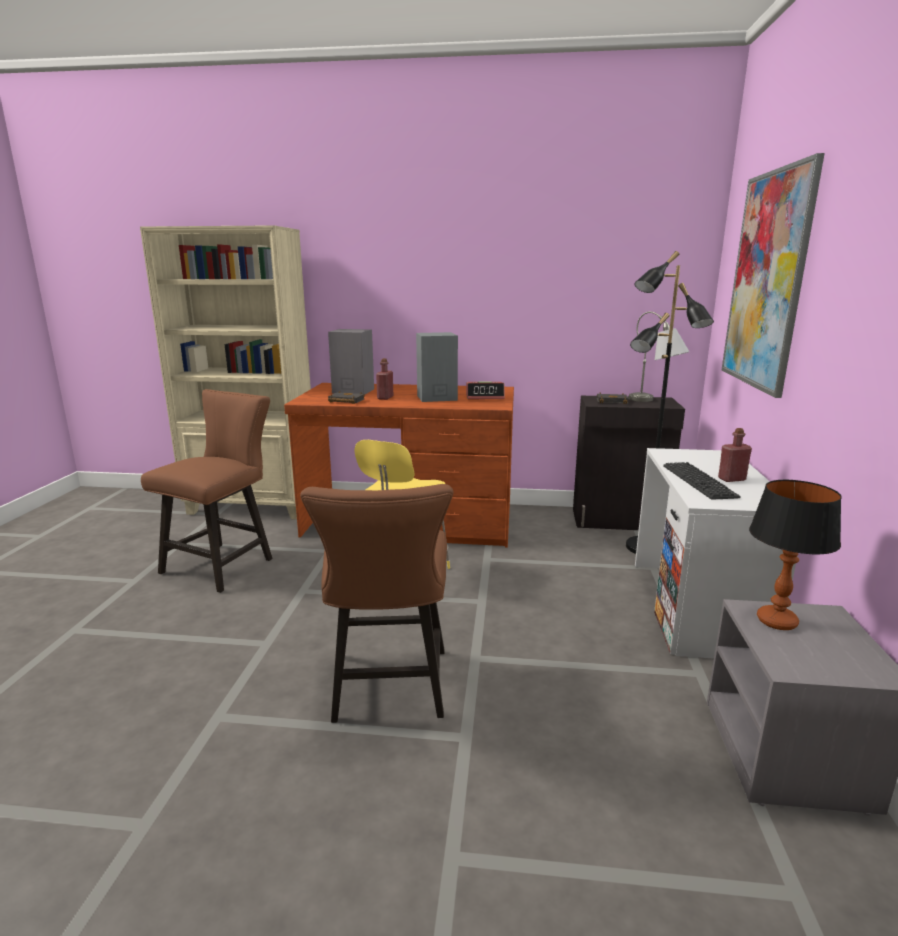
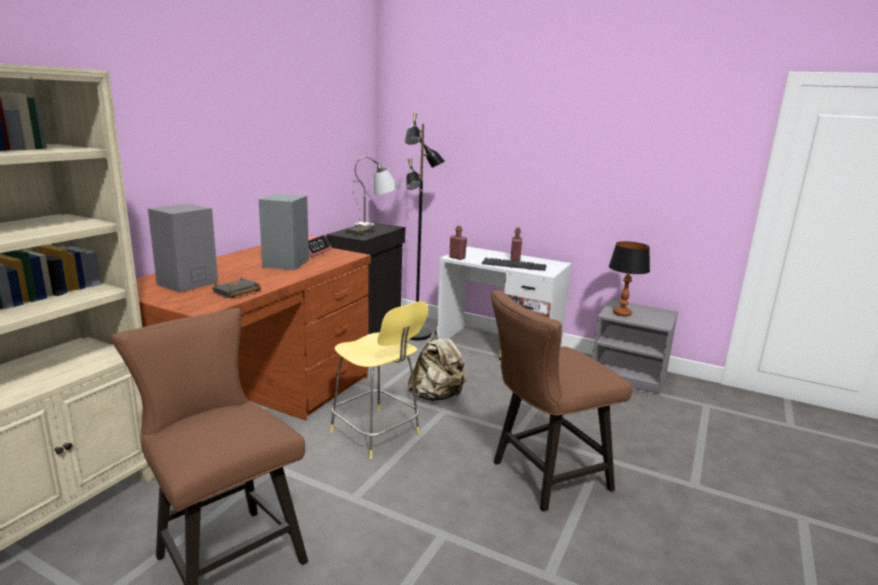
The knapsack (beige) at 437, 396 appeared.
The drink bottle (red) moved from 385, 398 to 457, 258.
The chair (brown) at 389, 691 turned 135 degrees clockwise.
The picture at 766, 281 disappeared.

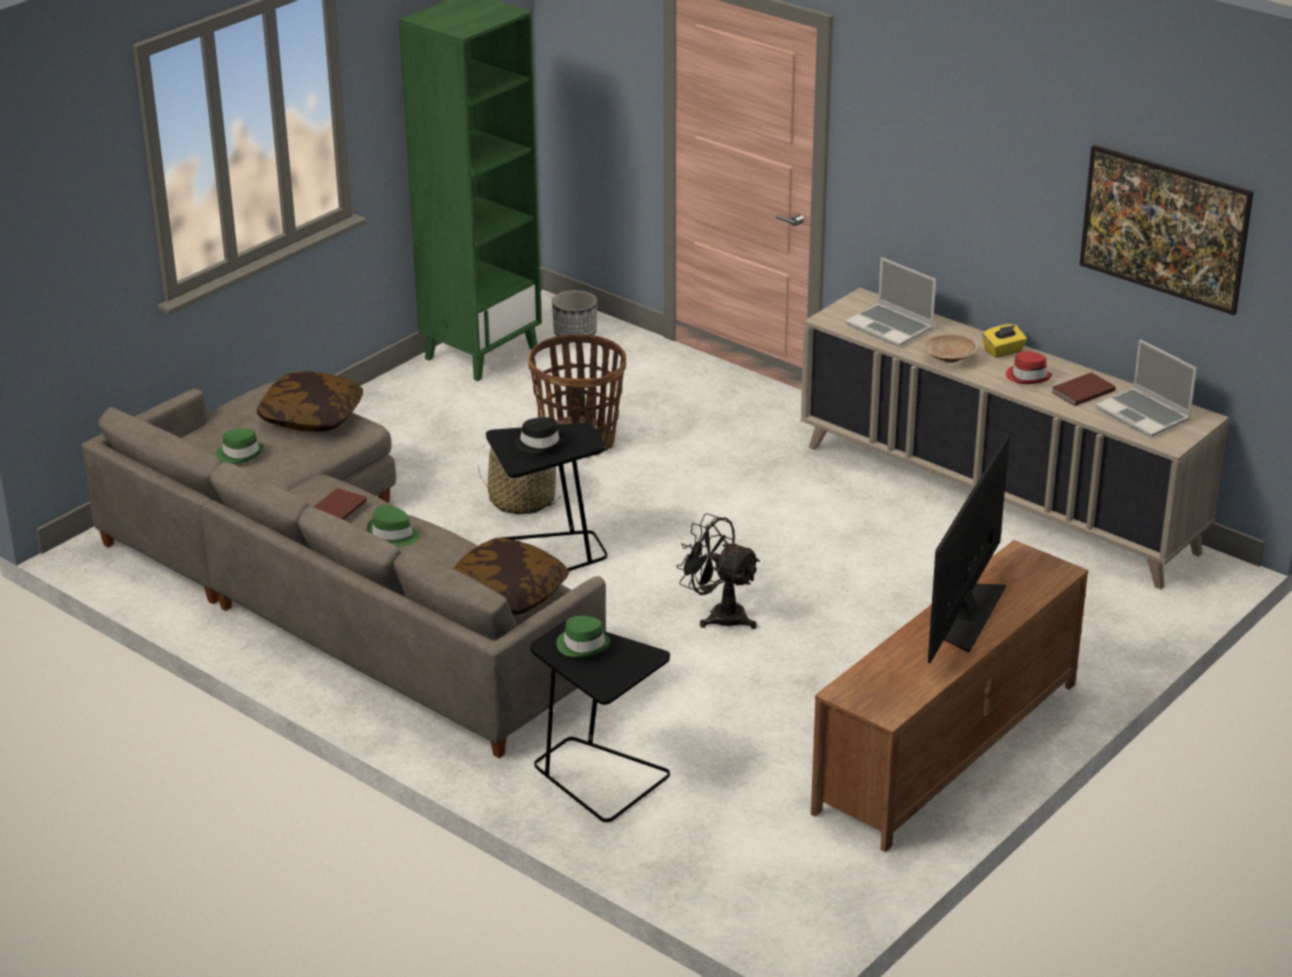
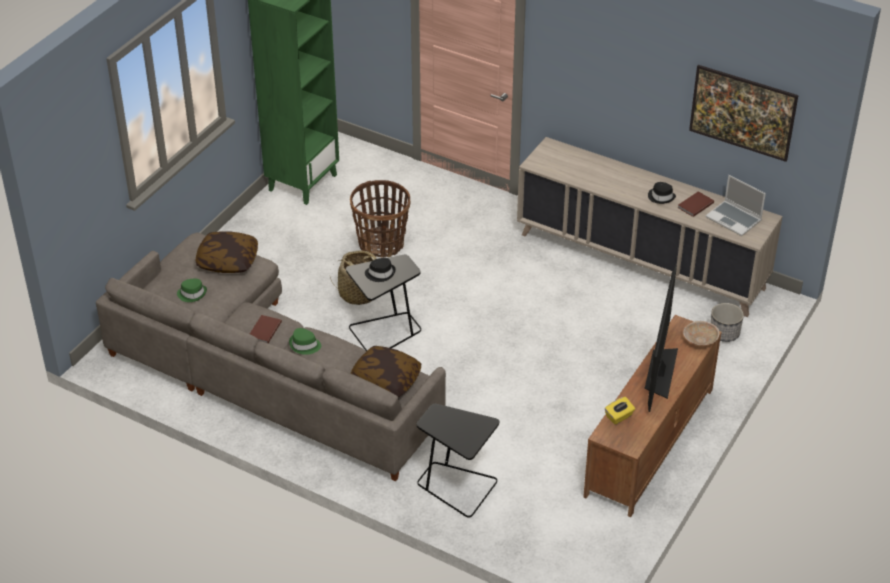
The box of tissues (yellowish) moved from 1003, 351 to 619, 416.
The hat (red) at 1028, 376 became the hat (blackish) at 661, 197.
The deep dish (beige) moved from 948, 359 to 699, 340.
The planter moved from 575, 334 to 724, 333.
The hat (greenish) at 583, 645 disappeared.
The fan (blackish) at 719, 615 disappeared.
The laptop at 891, 327 disappeared.

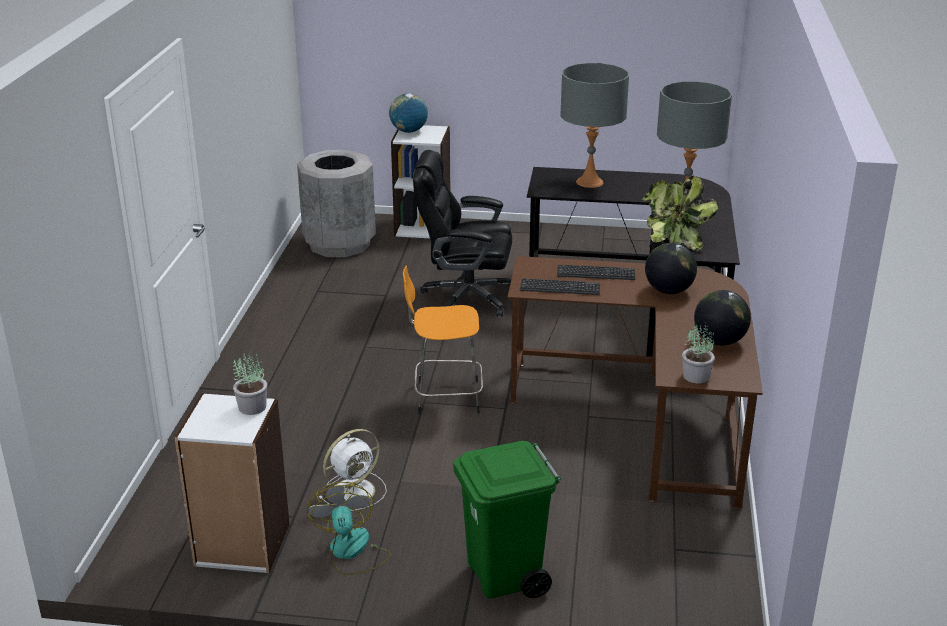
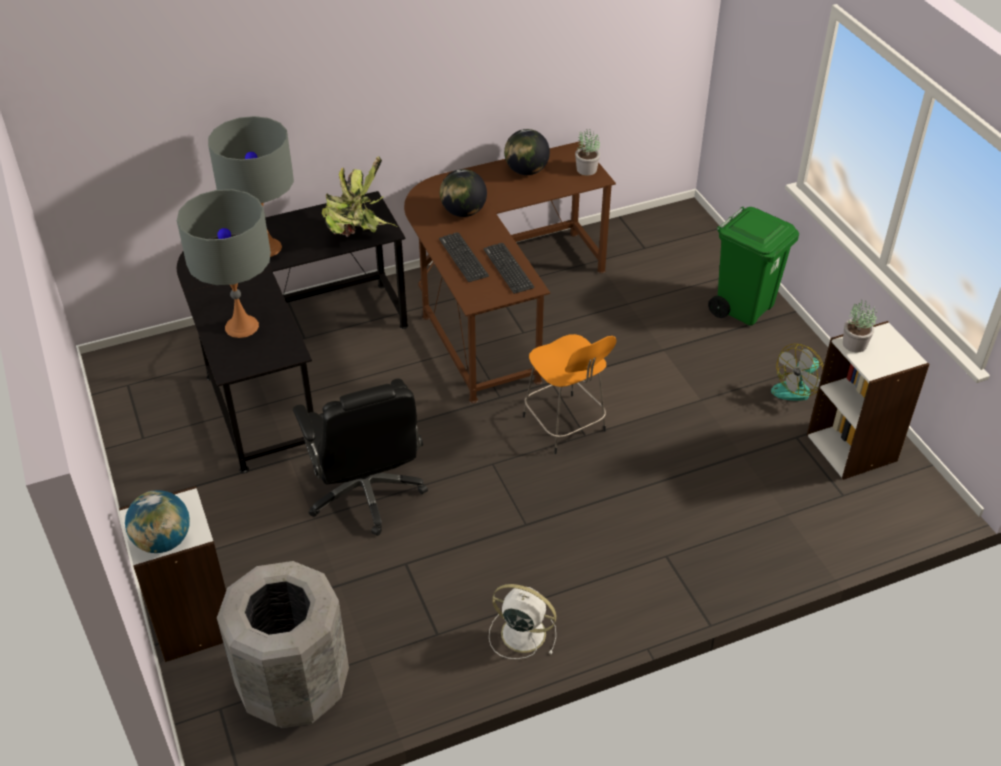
The fan (white) moved from 355, 490 to 521, 633.

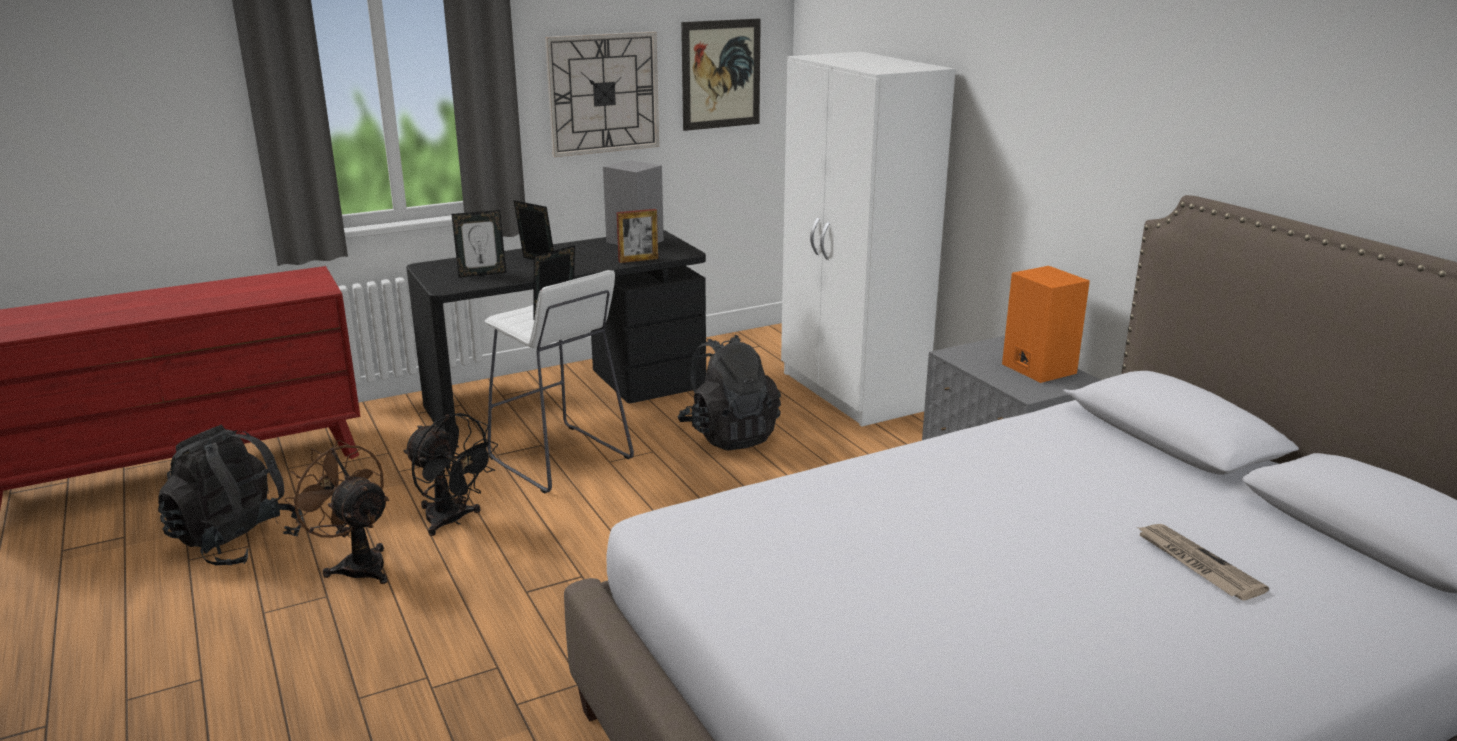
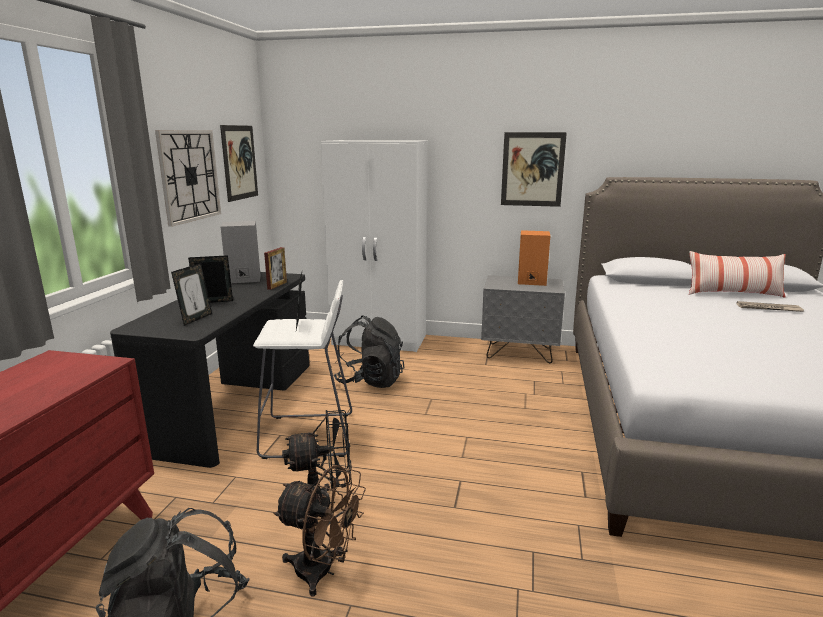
The fan (brown) at 356, 564 turned 150 degrees counterclockwise.
The picture at 532, 169 appeared.
The cushion at 733, 294 appeared.

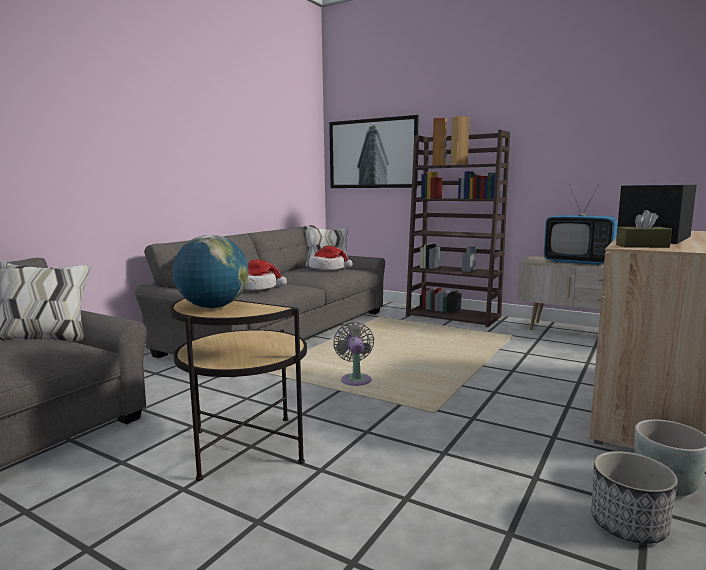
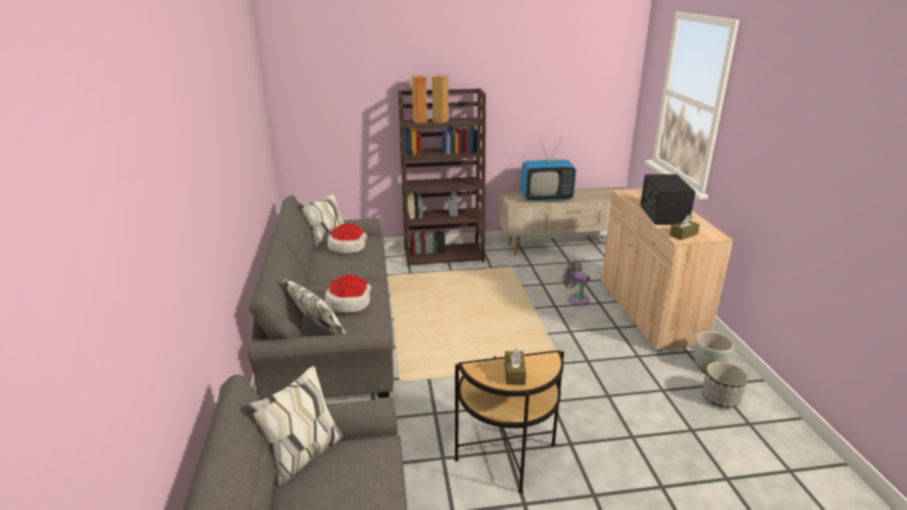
The world globe at 213, 307 was replaced by the box of tissues (brown) at 514, 373.
The fan (grey) moved from 355, 379 to 576, 299.
The picture at 373, 153 disappeared.

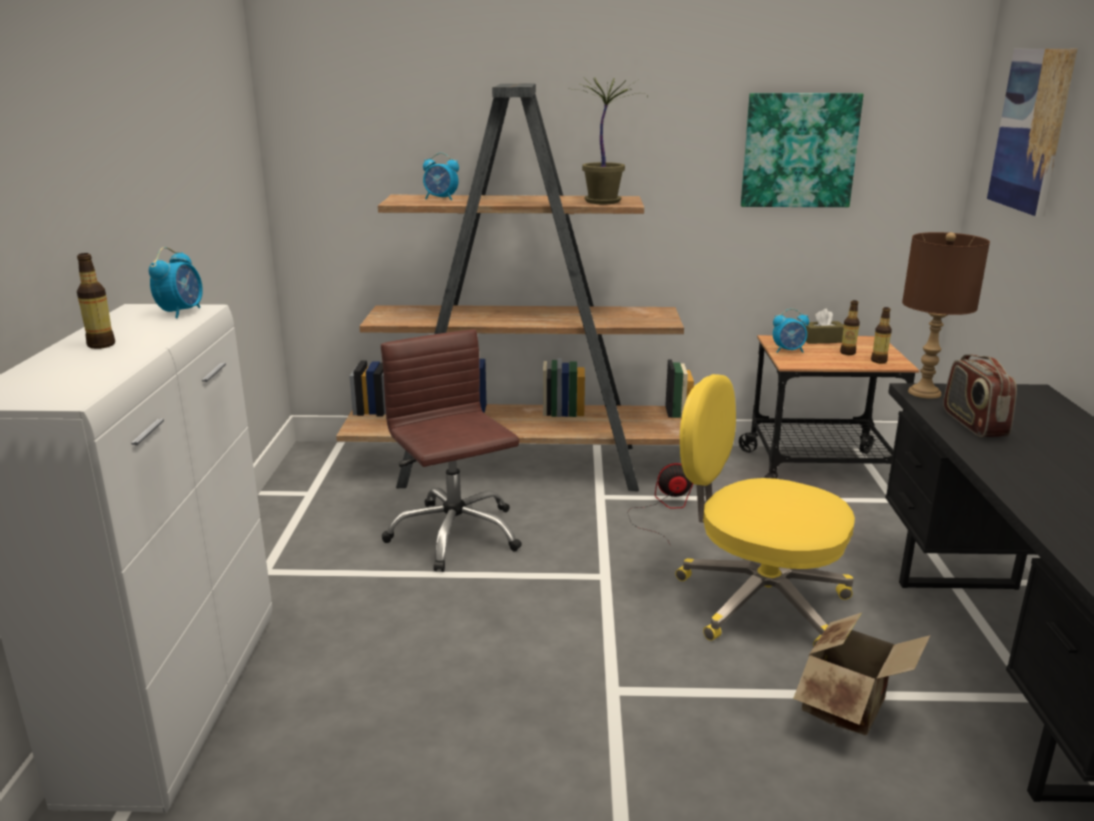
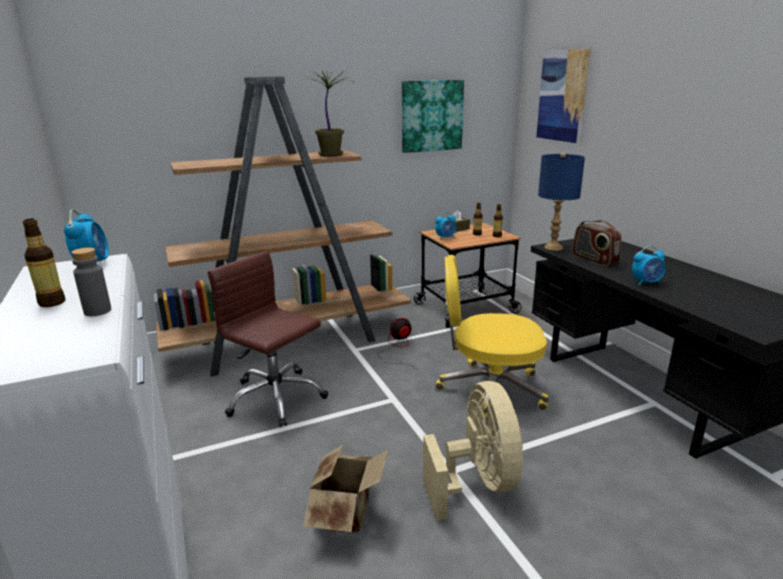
The drink bottle (grey) at 97, 311 appeared.
The cardboard box moved from 851, 708 to 347, 513.
The fan (beige) at 477, 482 appeared.
The lamp for a table (brown) at 923, 392 became the lamp for a table (blue) at 553, 248.
The bedside clock moved from 441, 199 to 646, 283.

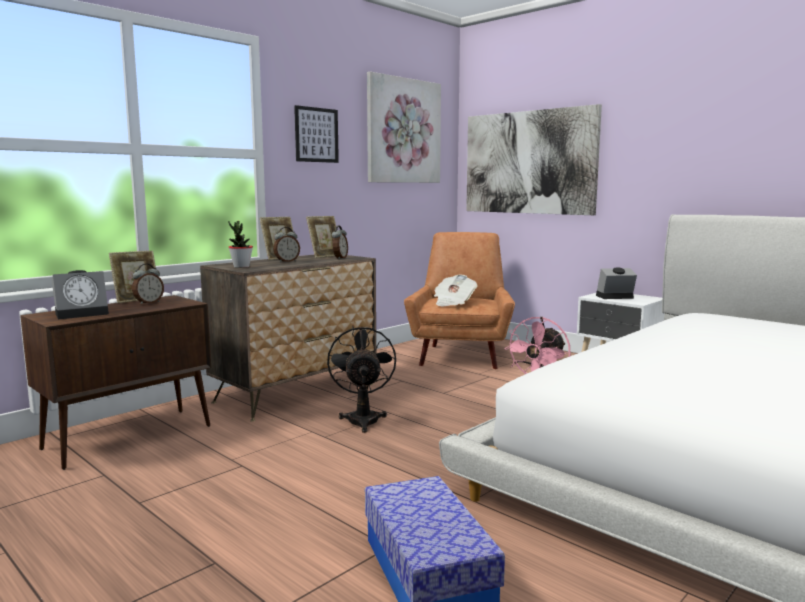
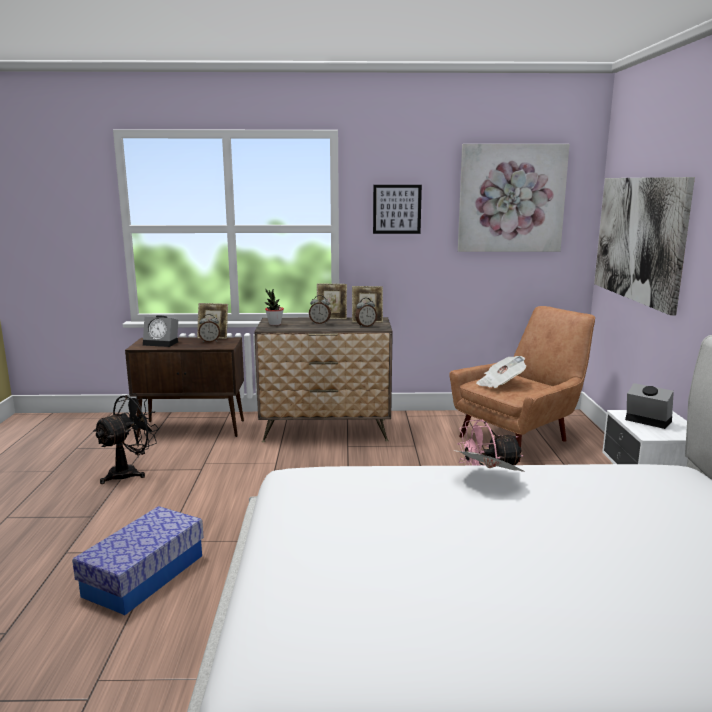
The fan (blackish) moved from 362, 418 to 129, 472.
The printed paper at 491, 479 appeared.

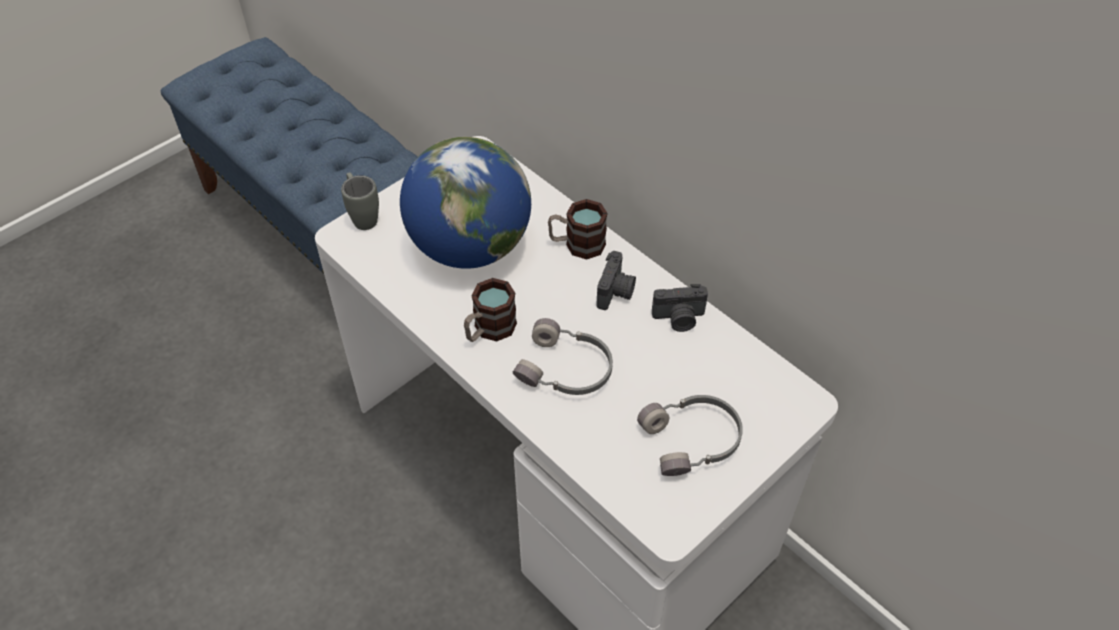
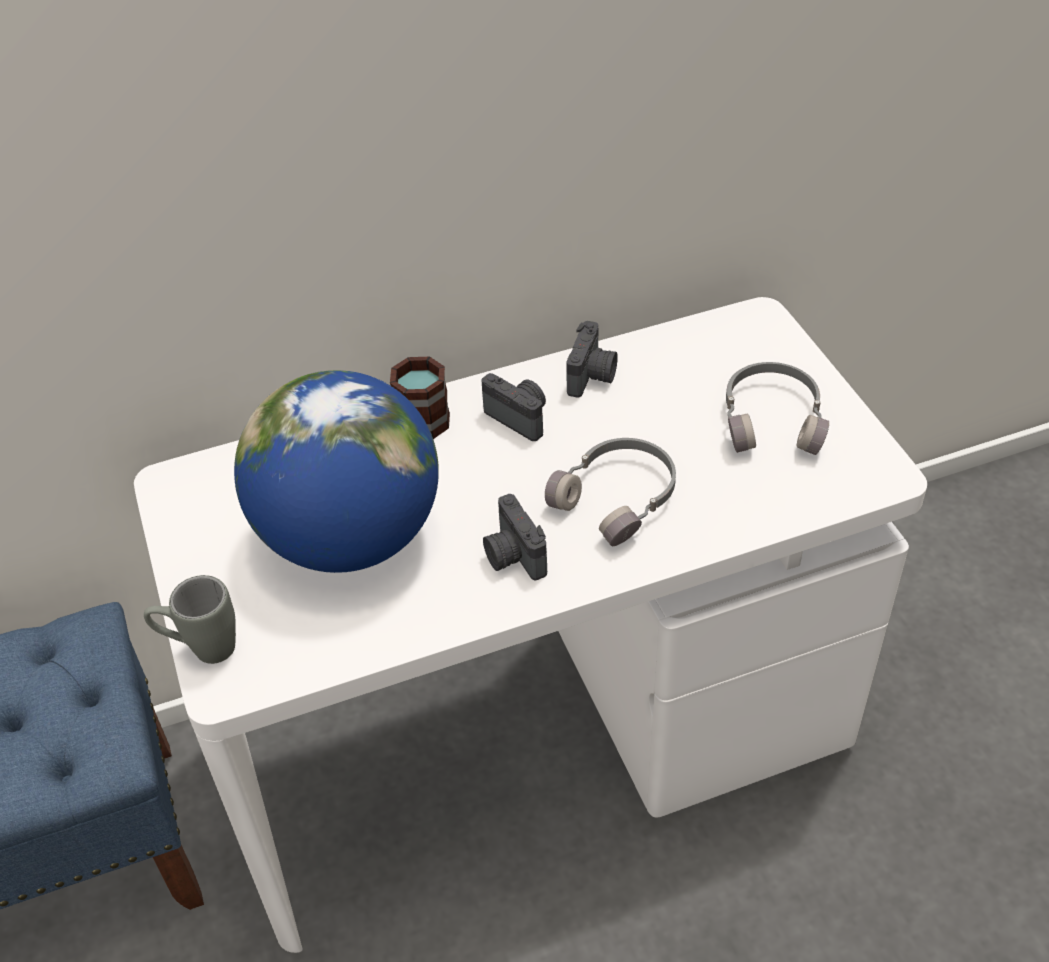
The mug at 489, 330 was replaced by the still camera at 512, 556.

